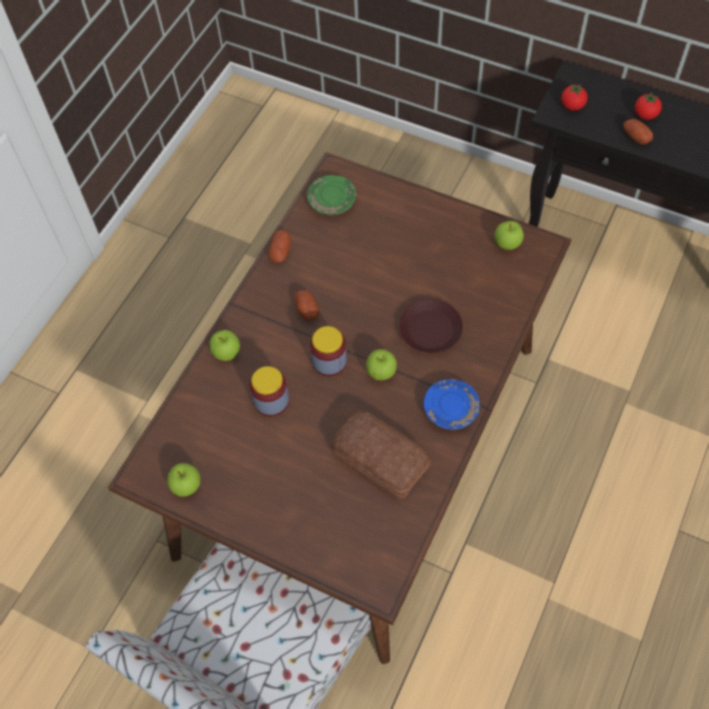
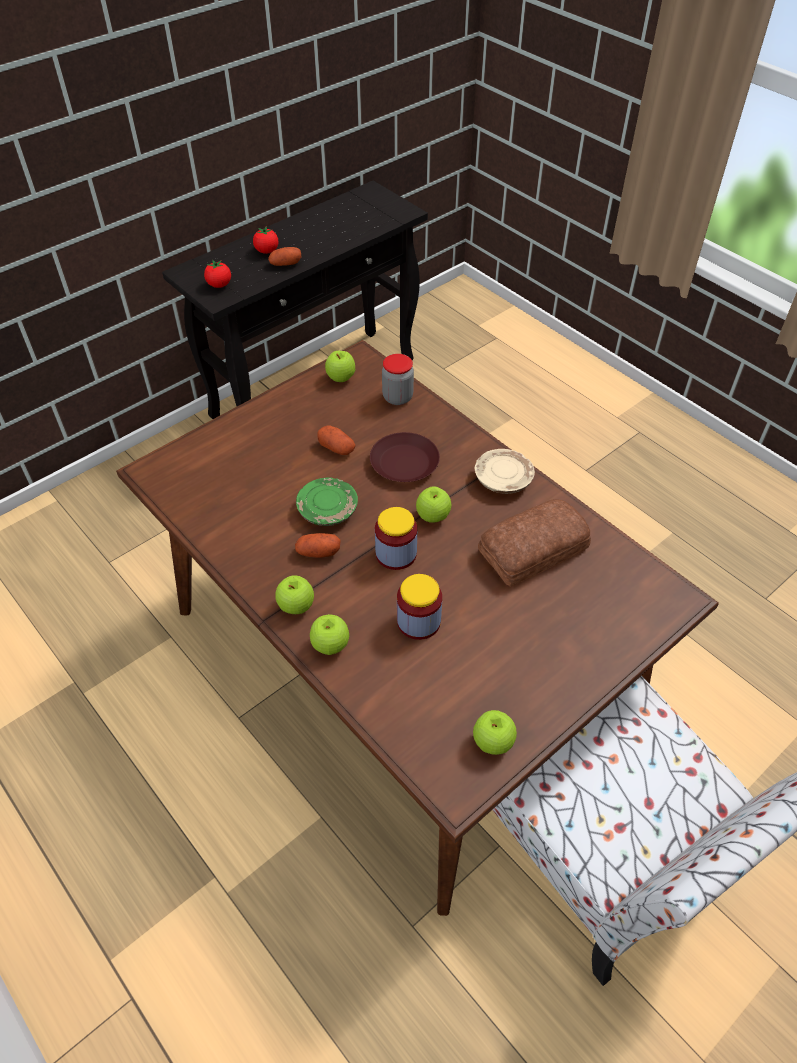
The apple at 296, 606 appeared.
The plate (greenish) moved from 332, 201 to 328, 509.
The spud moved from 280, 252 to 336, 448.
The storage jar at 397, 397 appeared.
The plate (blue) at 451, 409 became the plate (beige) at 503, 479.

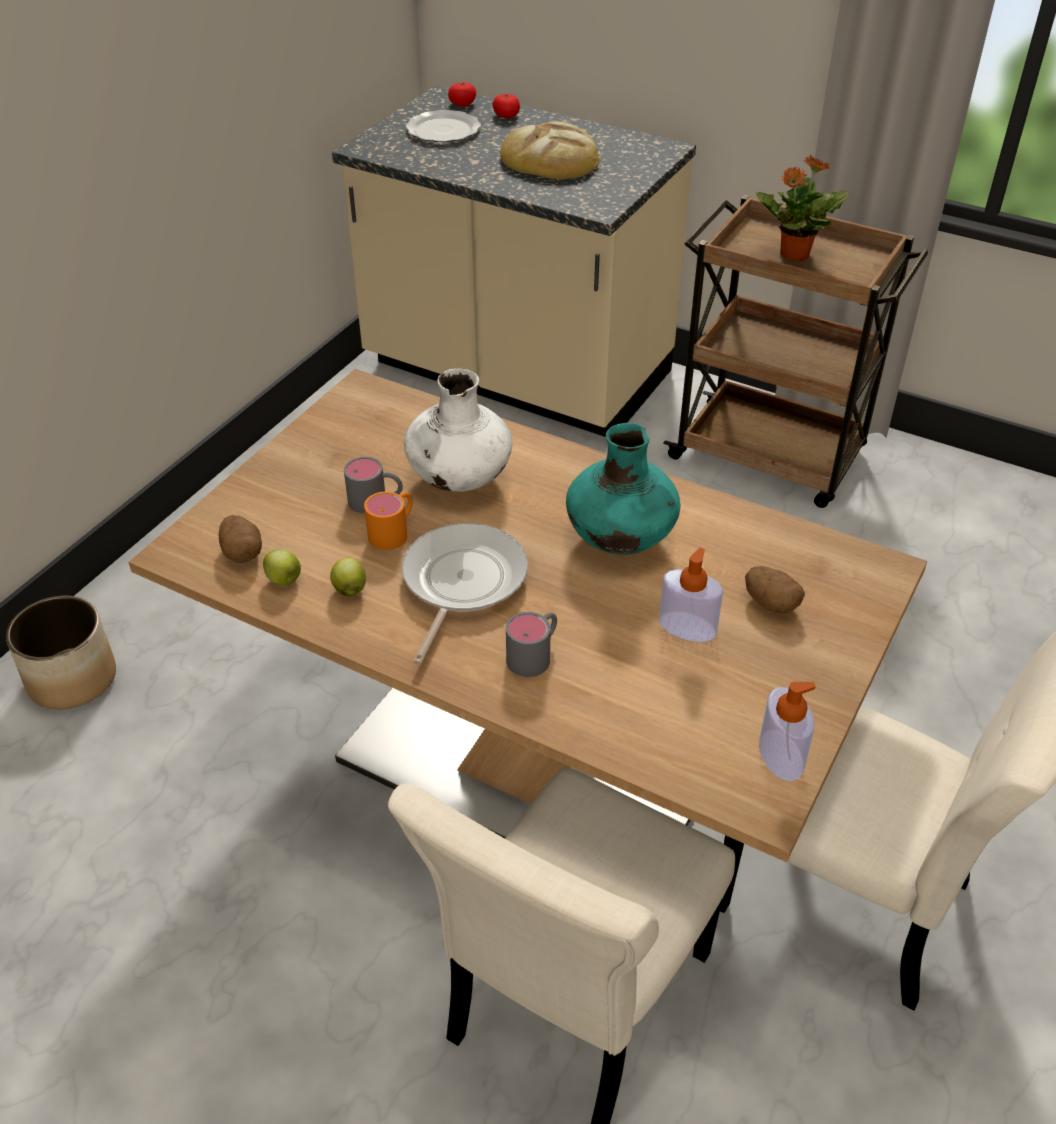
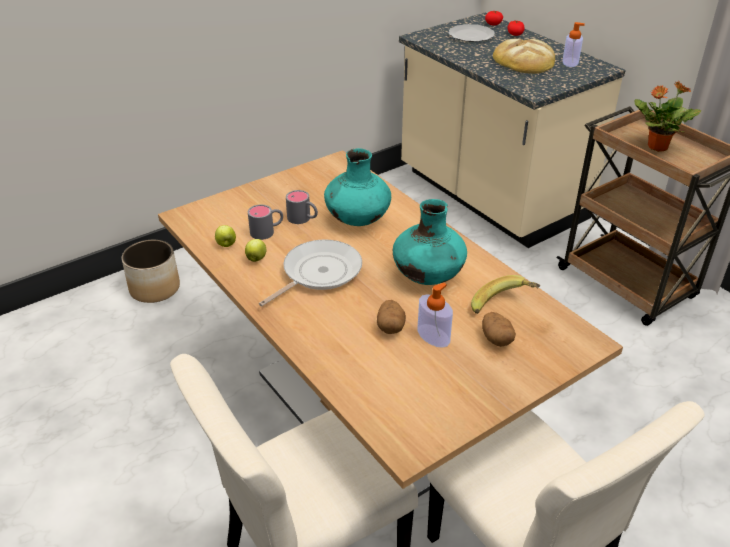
The mug (grey) moved from 535, 654 to 267, 231.
The flower vase (white) at 459, 479 became the flower vase (blue-green) at 357, 220.
The spud moved from 242, 552 to 390, 326.
The banana at 503, 307 appeared.
The soap dispenser moved from 781, 755 to 570, 62.
The mug (orange) at 394, 531 disappeared.

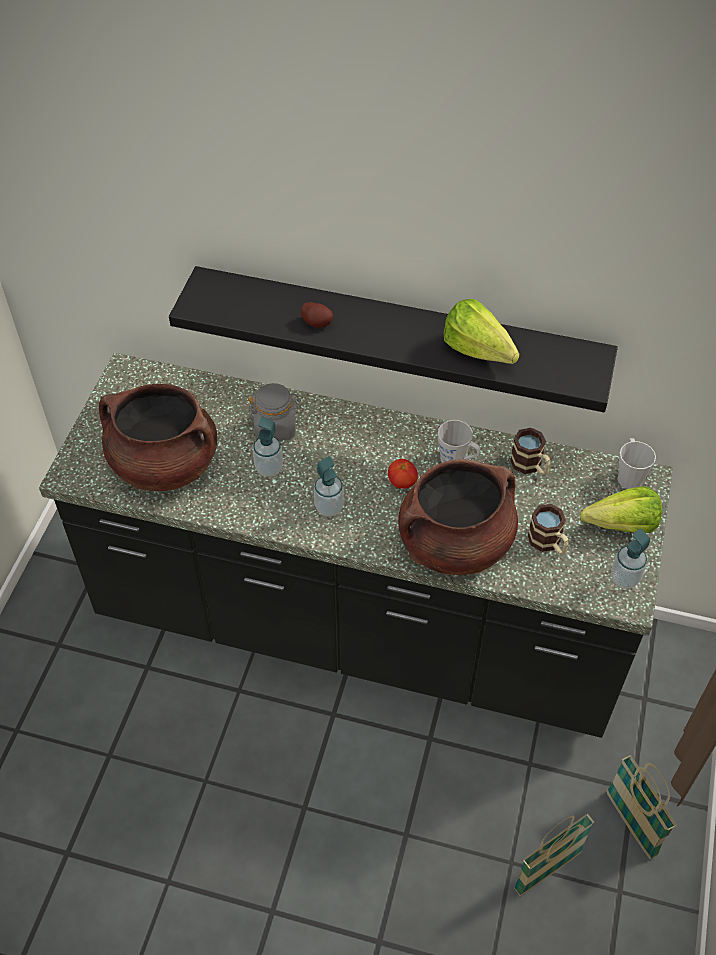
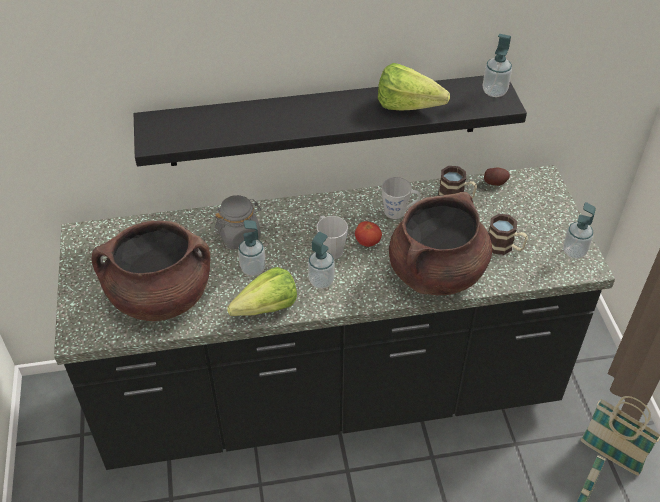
The head of lettuce moved from 615, 525 to 261, 310.
The mug (grey) moved from 629, 475 to 330, 247.
The soap dispenser at 494, 91 appeared.
The spud moved from 317, 322 to 495, 182.

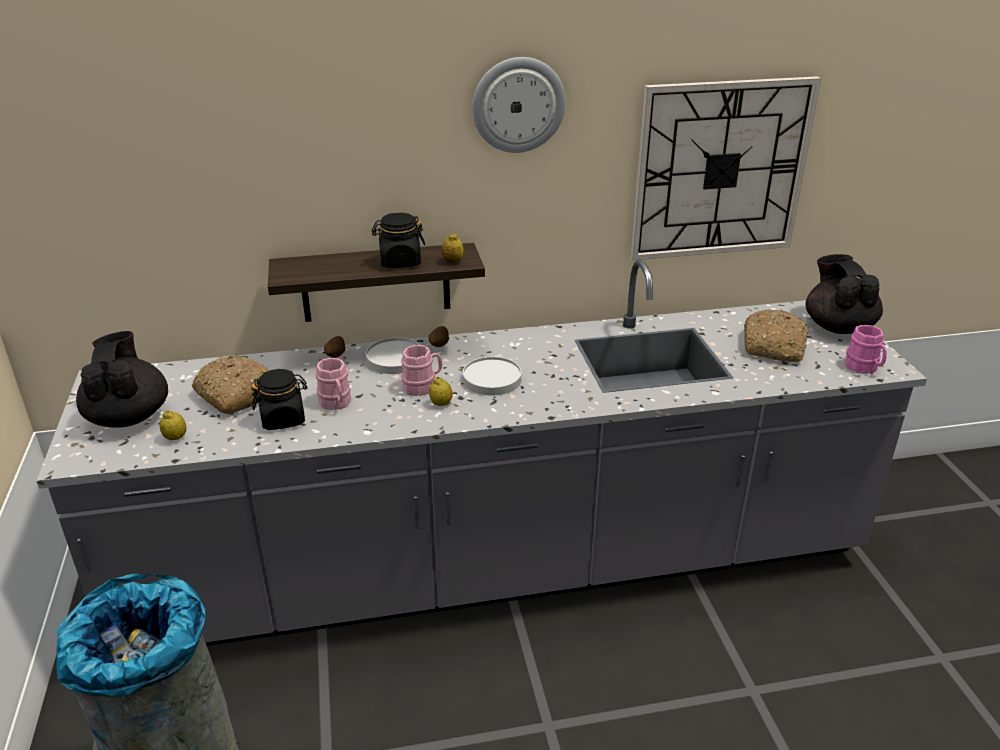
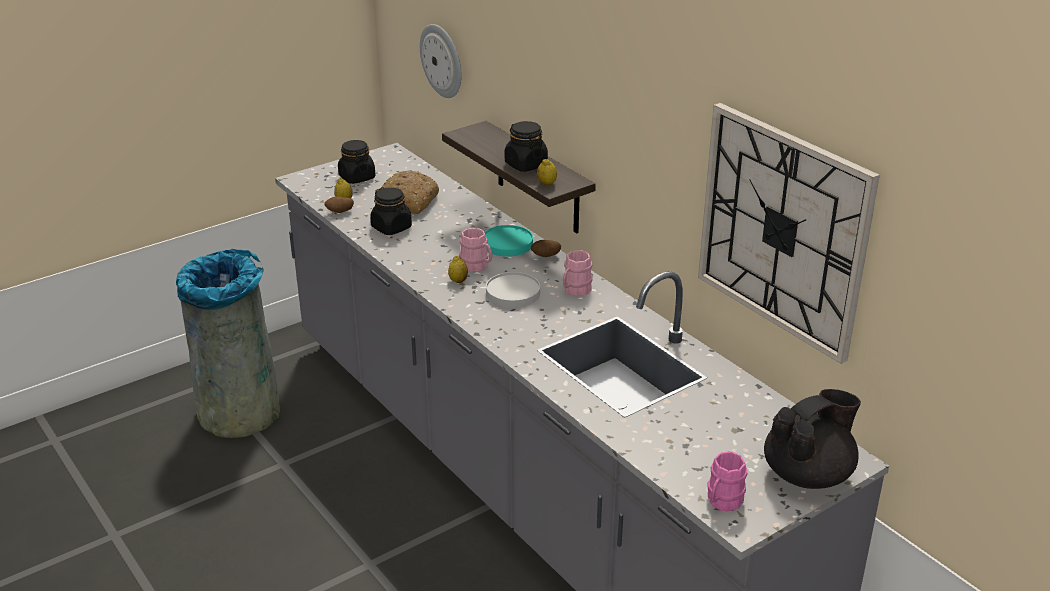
The spud moved from 336, 356 to 340, 212.
The teapot (blackish) at 129, 416 was replaced by the storage jar (blackish) at 357, 177.
The clock on the wall moved from 518, 105 to 442, 60.
The plate (white) at 394, 359 became the plate (blue-green) at 508, 243.
The mug (pink) moved from 336, 403 to 574, 290.
The baked bread at 774, 346 disappeared.

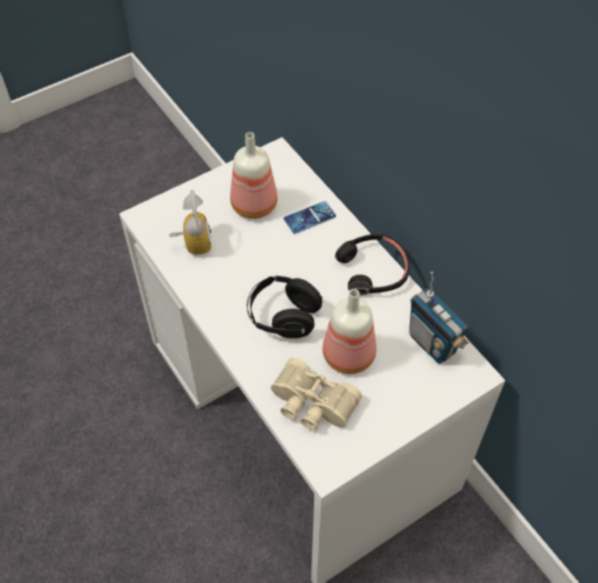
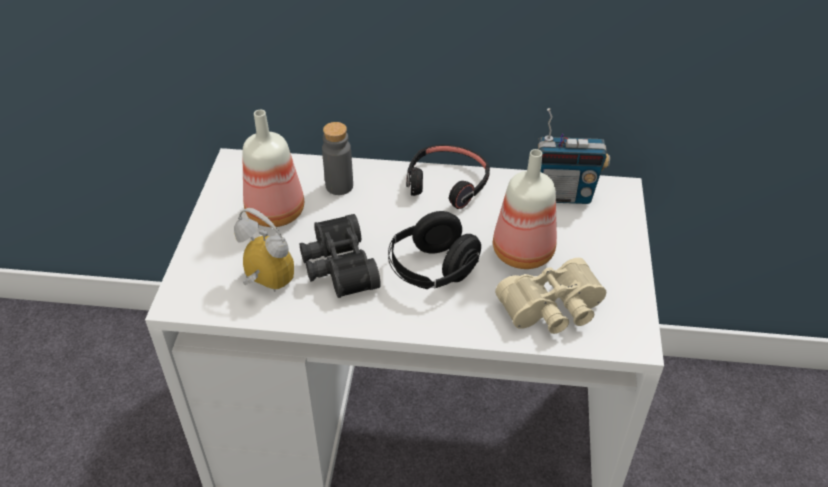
The field glasses (blackish) at 337, 267 appeared.
The handset at 309, 217 was replaced by the drink bottle (grey) at 339, 186.

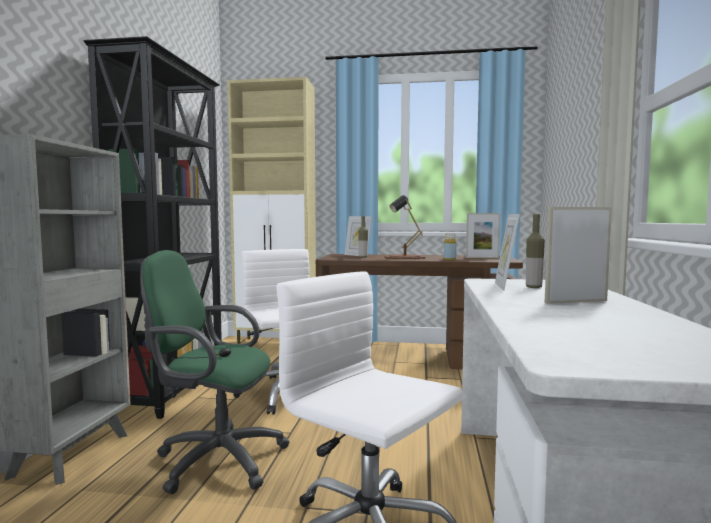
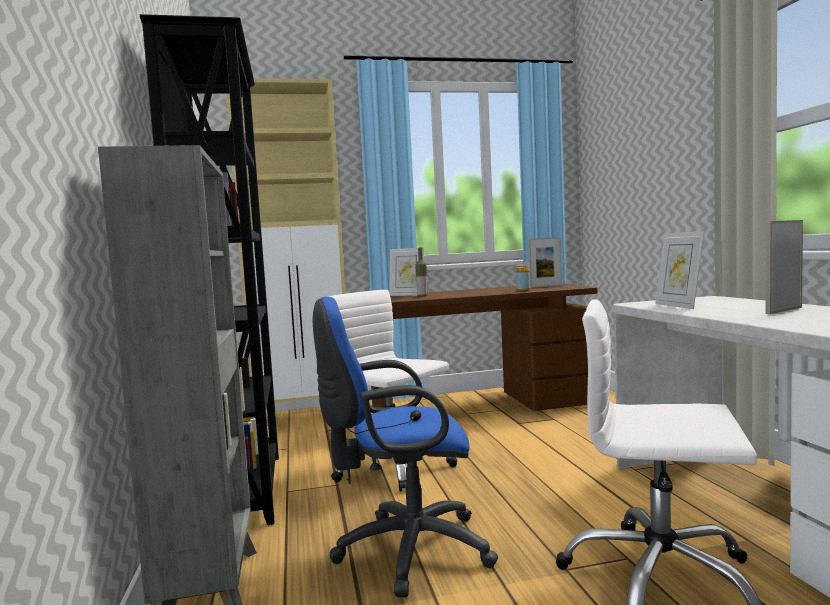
The office chair (greenish) at 214, 460 became the office chair (blue) at 405, 551.
The lamp for a table (brown) at 405, 257 disappeared.
The drink bottle at 533, 287 disappeared.

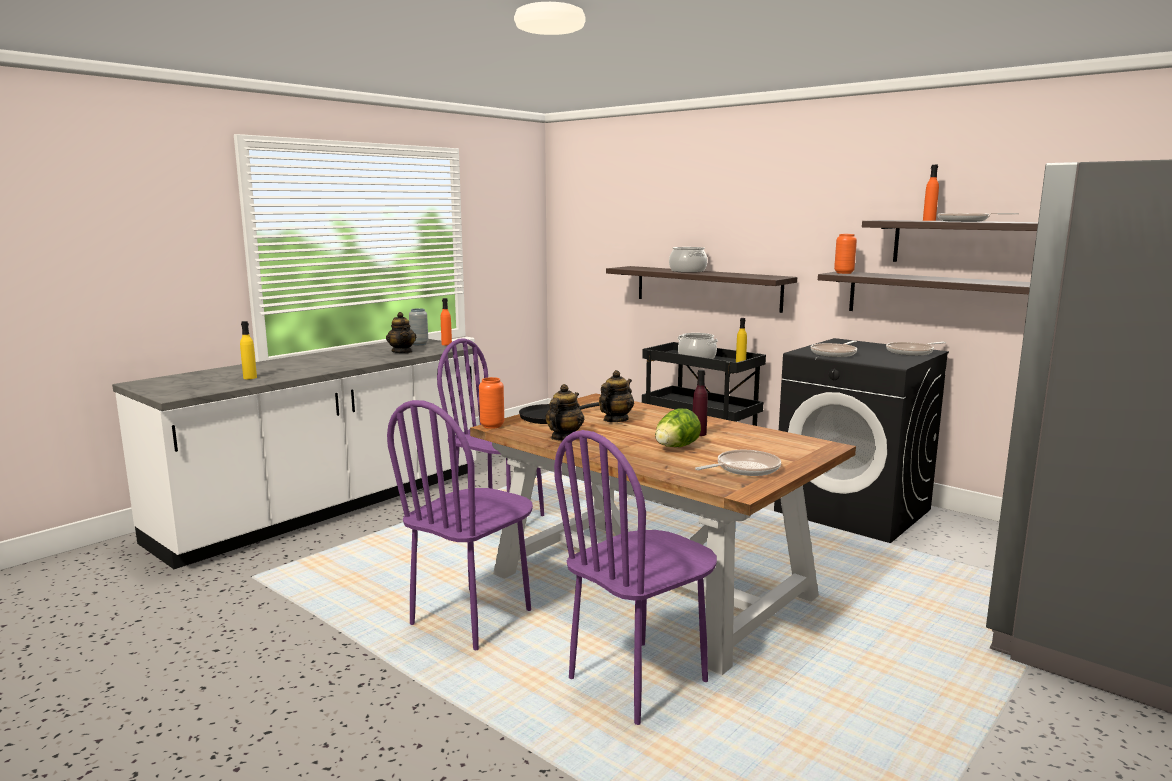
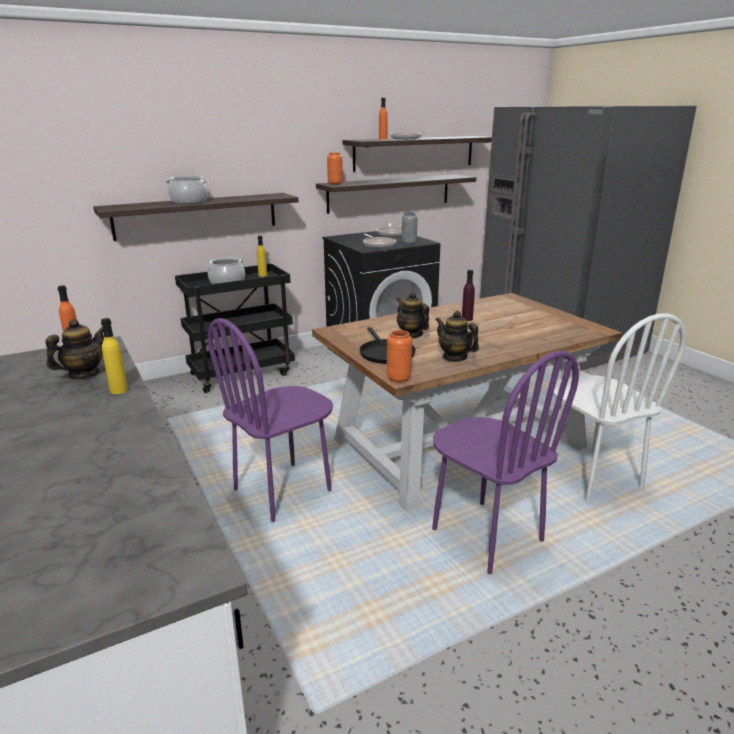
The teapot at 402, 352 turned 45 degrees counterclockwise.
The drink bottle (yellowish) moved from 250, 378 to 118, 390.
The flower vase (grey) moved from 419, 344 to 409, 243.
The chair (purple) at 638, 681 became the chair (white) at 591, 477.
The head of lettuce at 675, 447 disappeared.
The frying pan at 744, 469 disappeared.

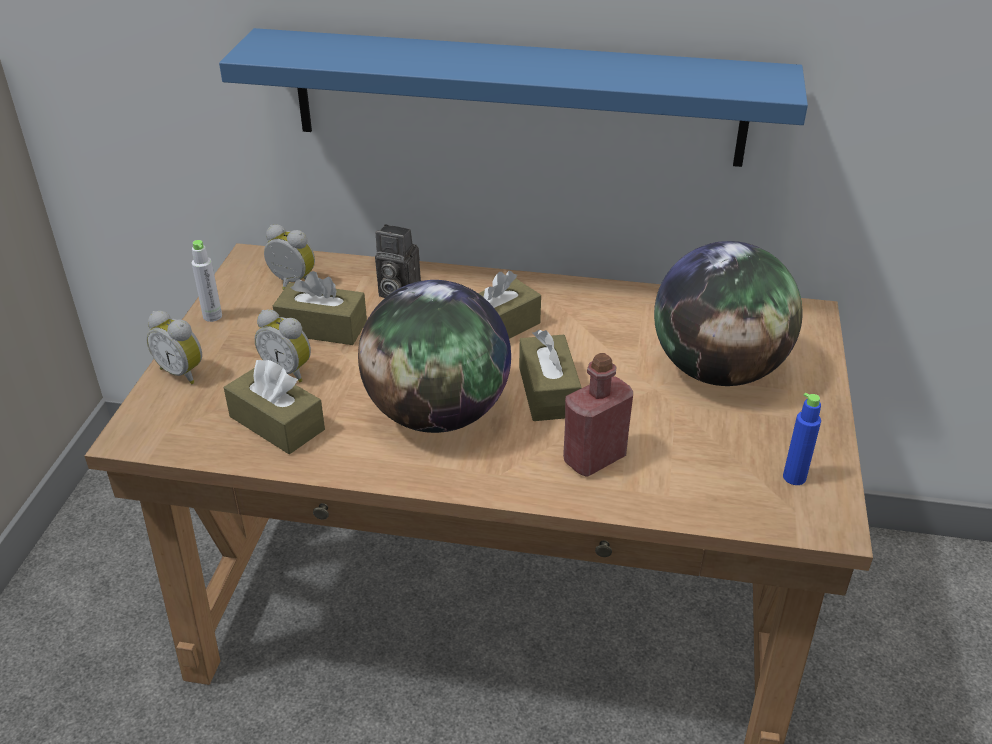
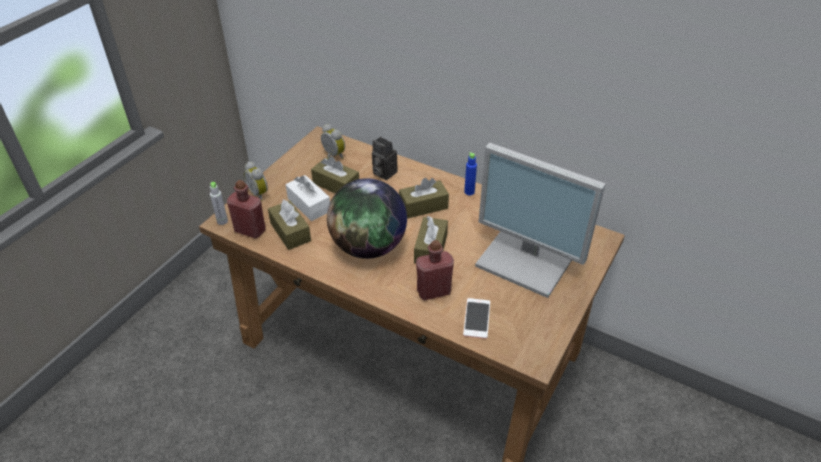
The drink bottle (grey) moved from 212, 316 to 222, 221.
The drink bottle (red) at 250, 230 appeared.
The bedside clock at 289, 370 was replaced by the box of tissues (white) at 309, 205.
The handset at 476, 318 appeared.
The drink bottle (blue) moved from 794, 477 to 469, 192.
The world globe at 718, 370 was replaced by the computer screen at 528, 259.
The bracket shelf (blue) at 517, 97 disappeared.

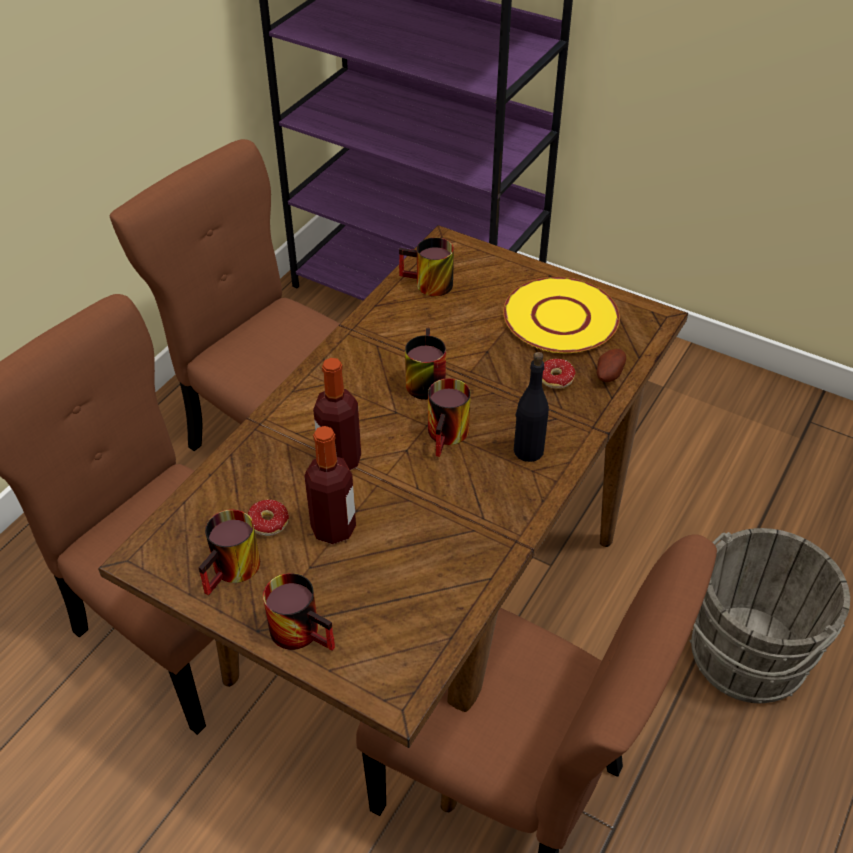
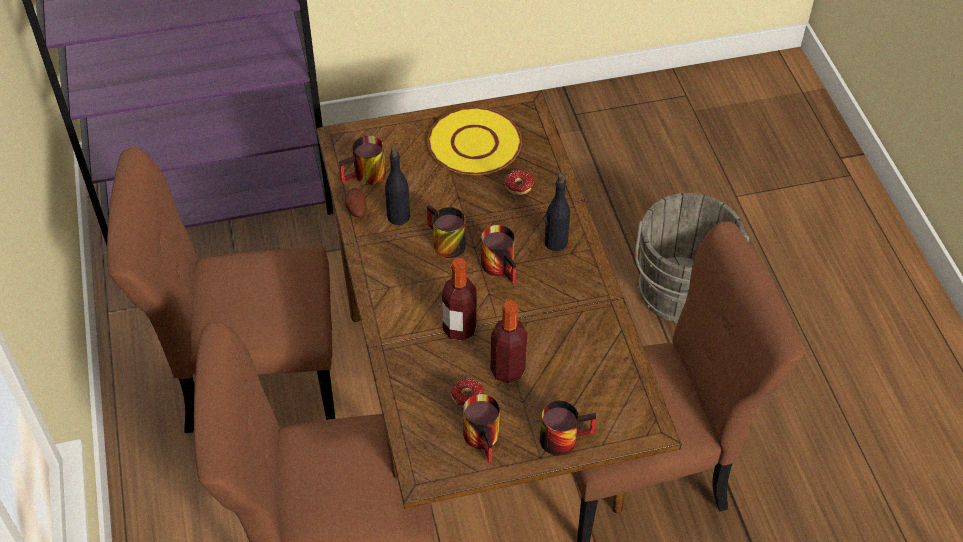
The spud moved from 608, 374 to 356, 210.
The drink bottle (blackish) at 398, 216 appeared.

